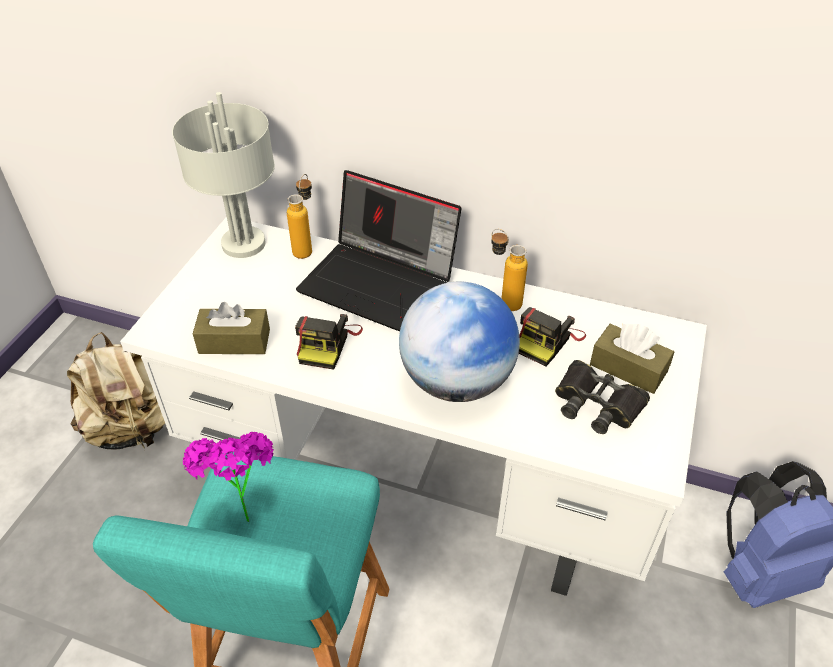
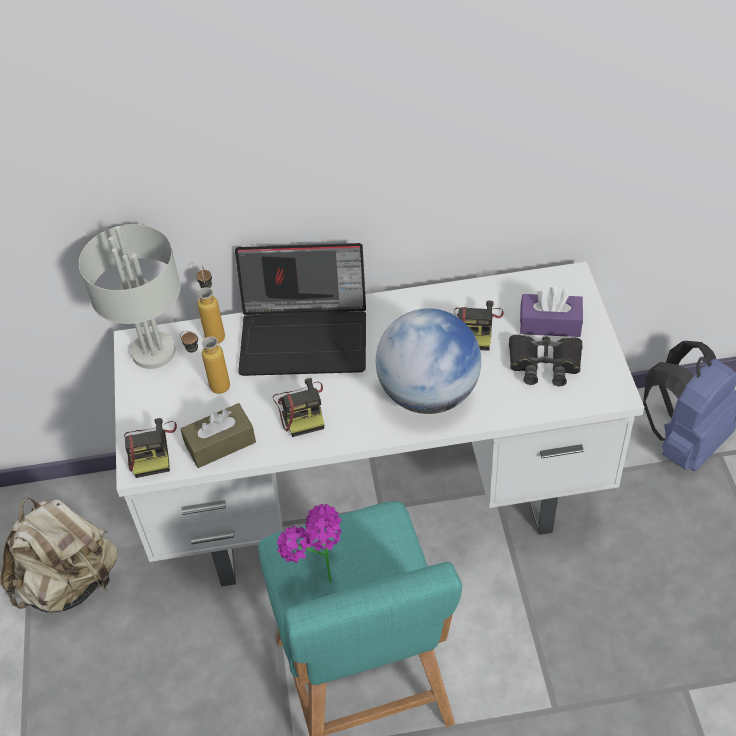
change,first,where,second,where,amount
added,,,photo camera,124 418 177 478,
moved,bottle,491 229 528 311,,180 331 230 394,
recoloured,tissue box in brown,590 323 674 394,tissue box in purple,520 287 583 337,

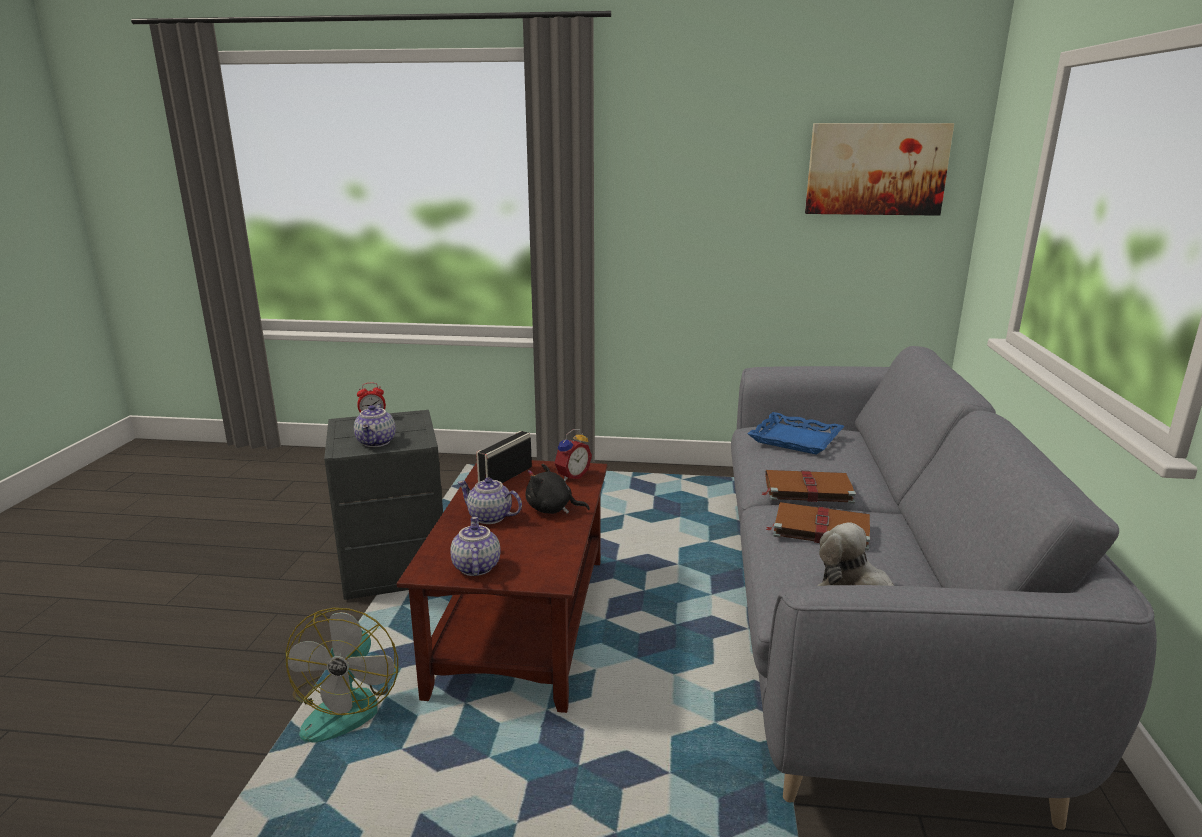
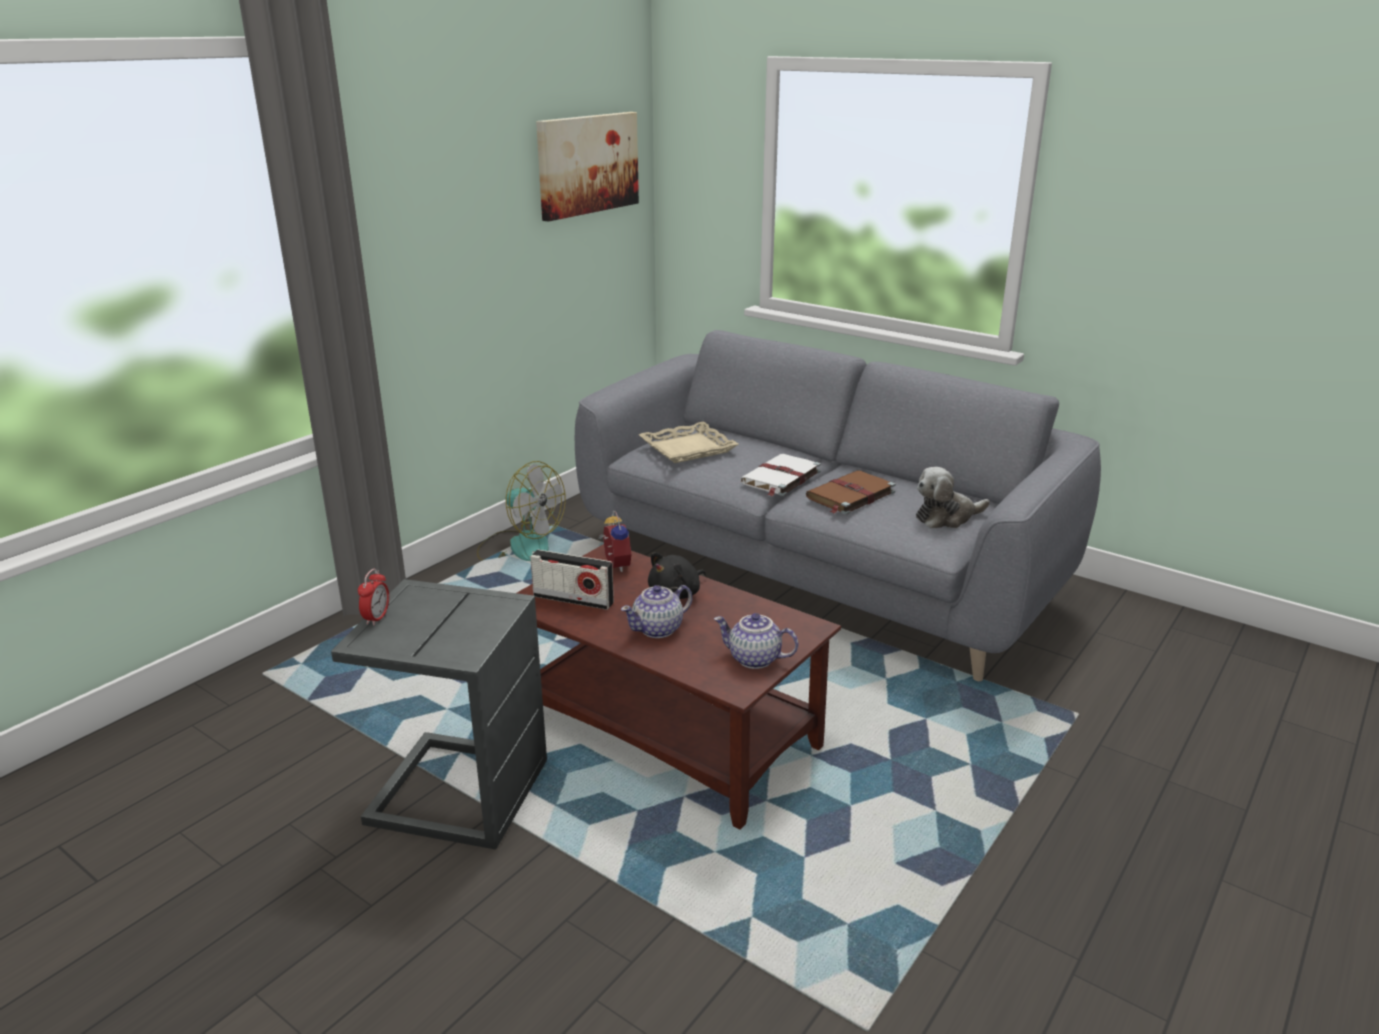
change,first,where,second,where,amount
removed,teapot,354 404 396 447,,,
moved,fan,286 608 398 743,,477 461 566 562,
recoloured,tray in blue,747 412 845 455,tray in beige,639 421 739 463,
recoloured,book in brown,761 470 856 504,book in white,740 454 821 496,
turned,radio,476 431 532 483,,530 549 614 610,45 degrees counterclockwise

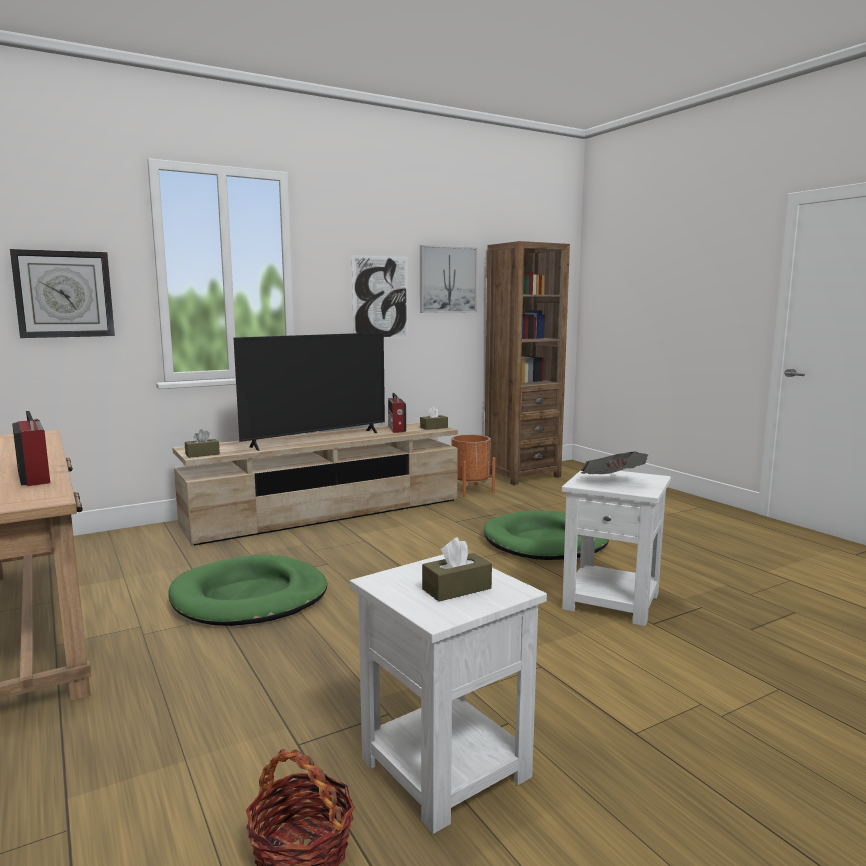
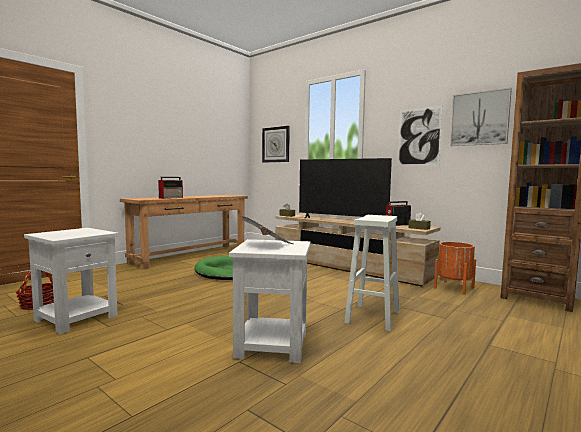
change,first,where,second,where,amount
removed,tissue box in brown,422 537 492 602,,,
replaced,dog bed in green,484 510 609 560,stool in white,344 215 399 332,

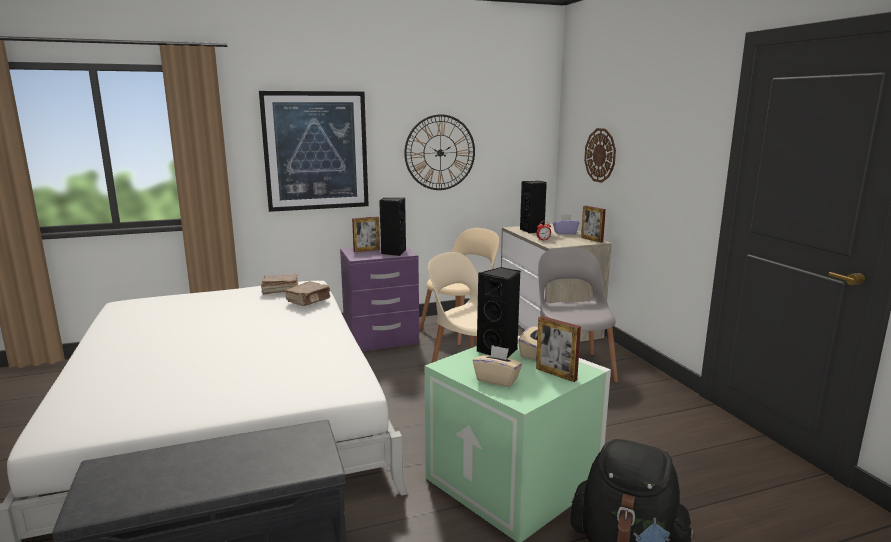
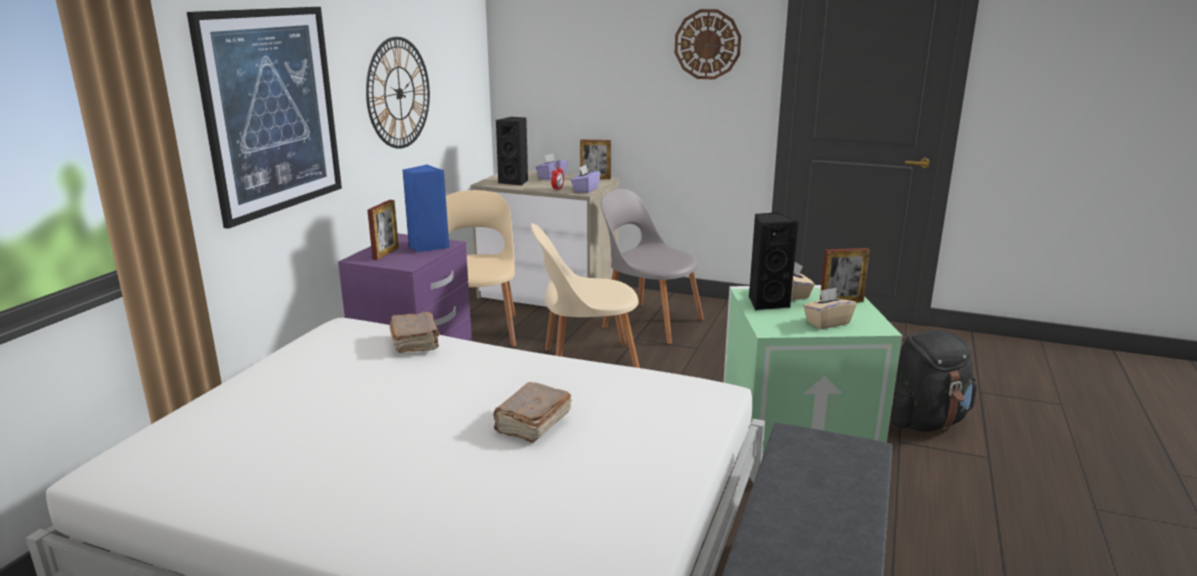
change,first,where,second,where,amount
added,,,tissue box in purple,571 165 601 193,
moved,book in brown,261 274 298 295,,493 382 572 443,
moved,wall clock,584 128 616 183,,675 9 741 80,
recoloured,speaker in black,379 198 406 256,speaker in blue,402 164 449 253,

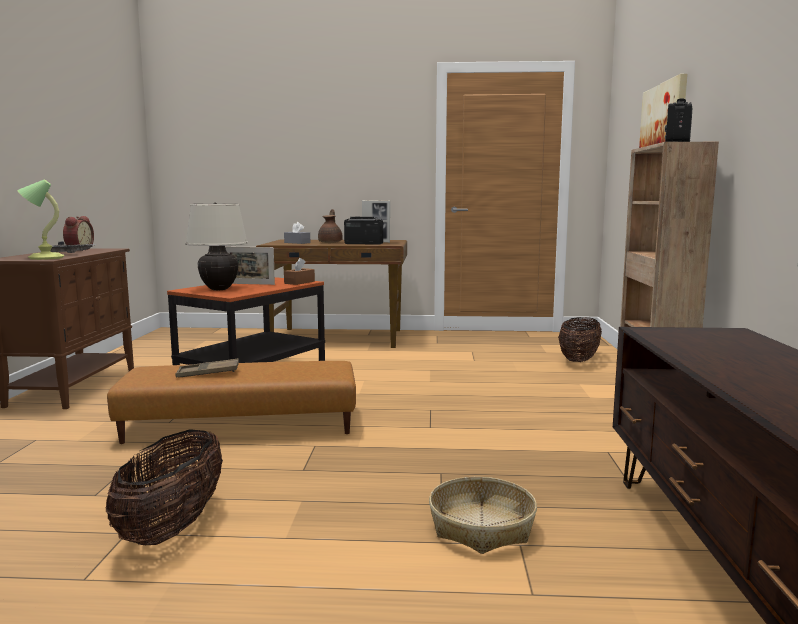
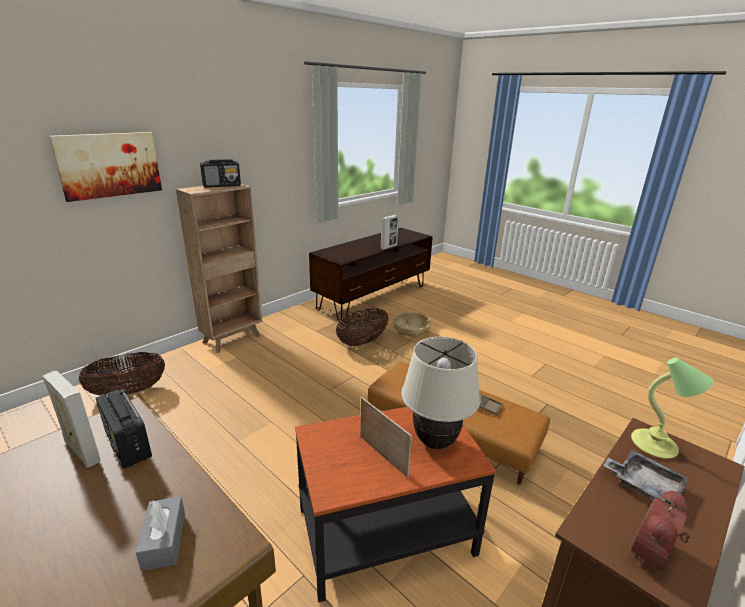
change,first,where,second,where,amount
removed,tissue box in brown,284 258 315 285,,,
removed,teapot in brown,318 209 343 243,,,
added,,,picture frame,380 215 399 250,
moved,basket,106 429 223 545,,336 308 389 346,

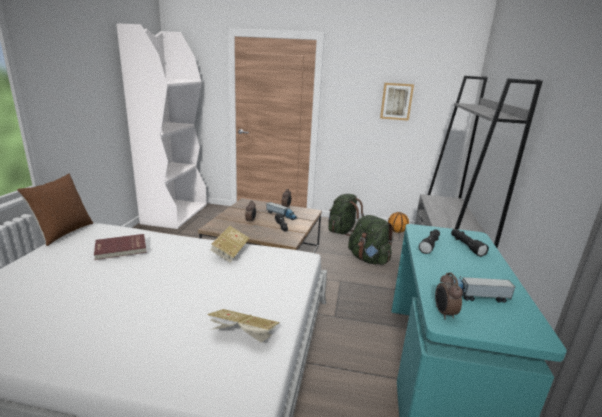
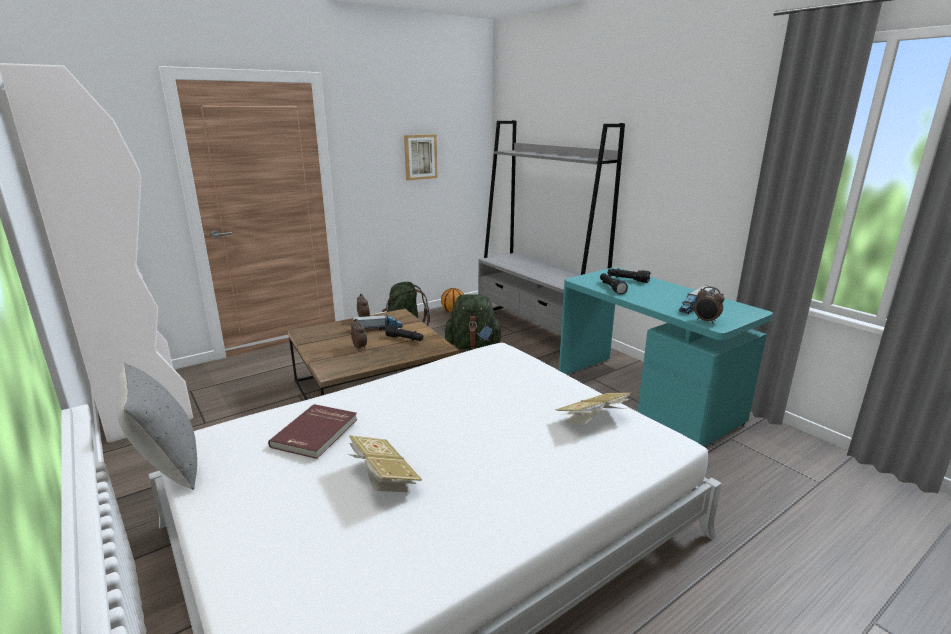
change,first,where,second,where,amount
moved,book,210 226 250 263,,347 435 422 492,
recoloured,pillow in brown,17 173 93 246,pillow in grey,117 362 197 490,

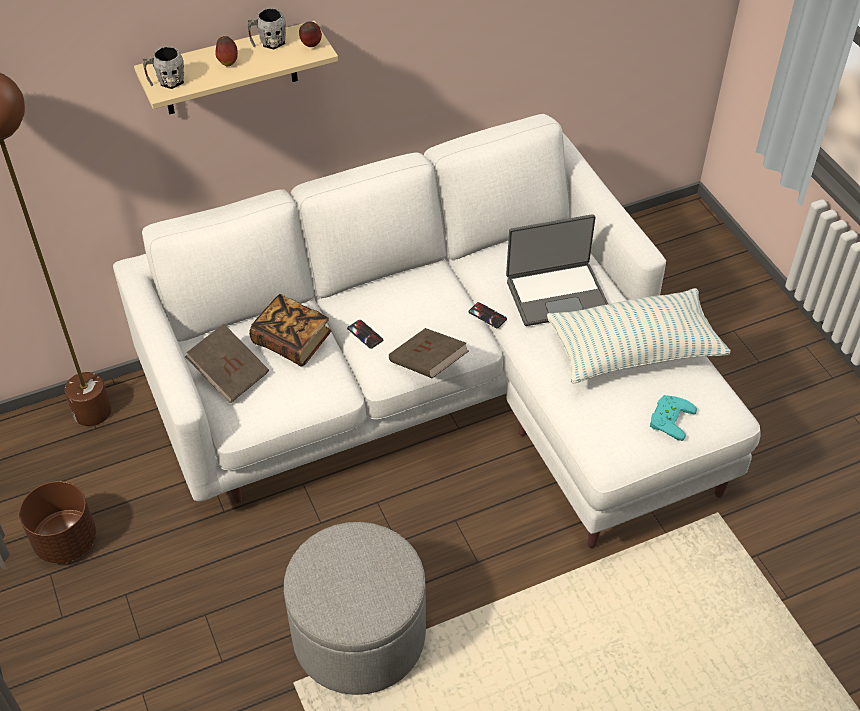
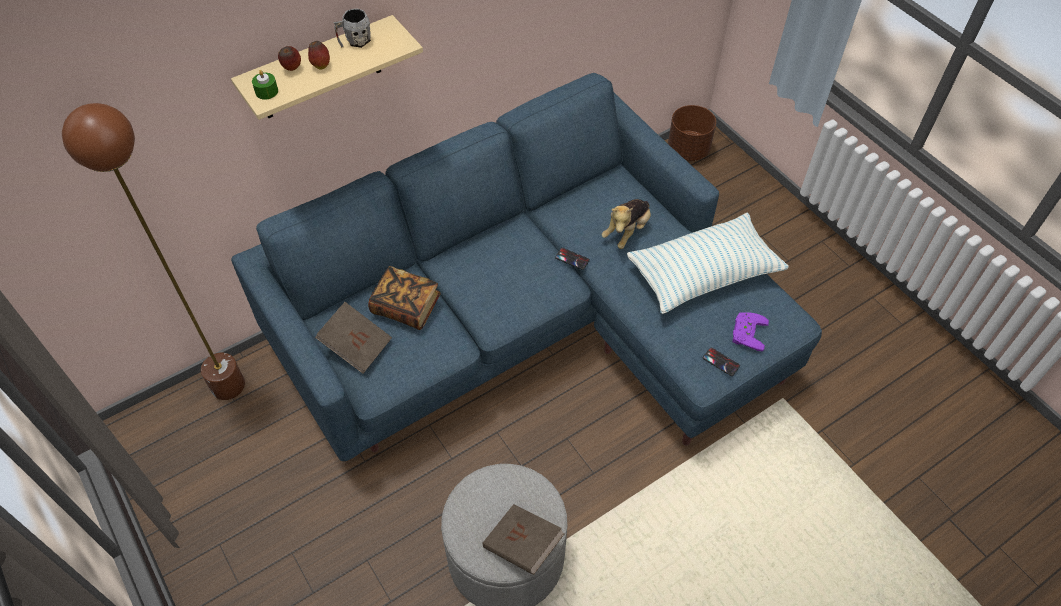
change,first,where,second,where,amount
moved,planter in brown,19 481 96 563,,668 105 716 161,
moved,apple,299 21 322 47,,278 46 301 71,
moved,phone,347 320 383 349,,703 348 740 376,
moved,book in brown,389 328 469 378,,483 504 565 575,
replaced,mug in grey,142 46 184 89,candle in green,252 70 278 100,
replaced,laptop,506 214 608 326,plush toy,601 199 651 249,
recoloured,sofa in white,113 114 761 548,sofa in blue,231 73 822 461,
recoloured,game controller in turquoise,650 395 697 441,game controller in purple,732 312 769 351,

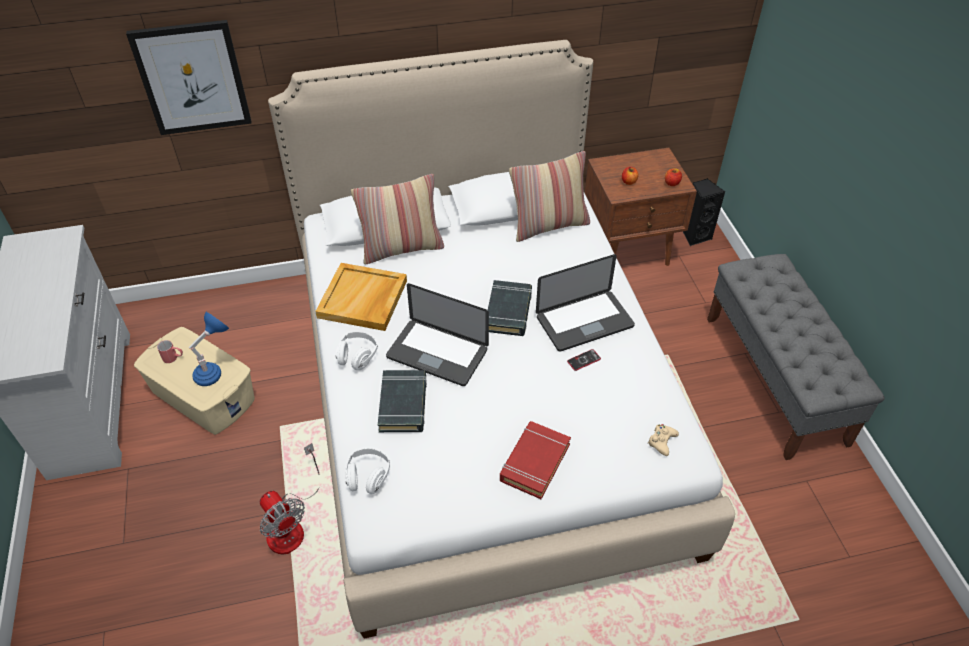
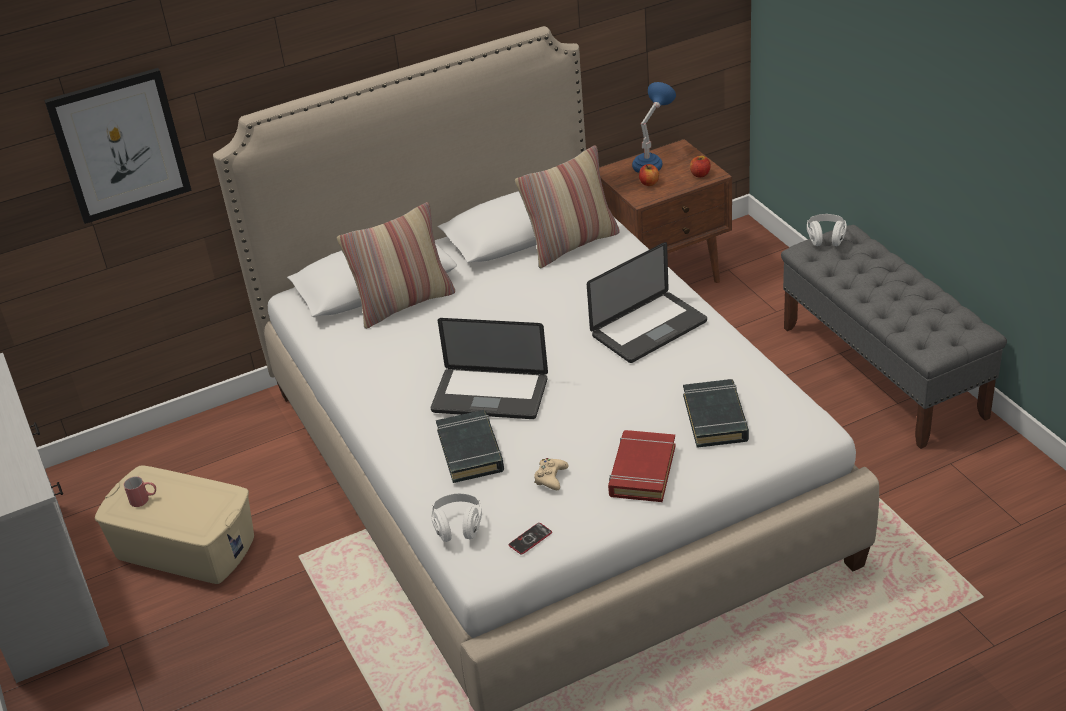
change,first,where,second,where,amount
removed,fan,260 443 320 554,,,
removed,tray in beige,315 263 407 331,,,
removed,speaker in black,682 178 725 246,,,
moved,table lamp in blue,189 312 229 386,,632 82 676 173,
moved,headphones in white,335 332 378 370,,807 214 847 246,
moved,book in black,488 280 532 336,,683 379 749 448,
moved,phone,567 349 601 371,,509 523 552 555,
moved,game controller in beige,648 424 679 456,,534 458 569 490,

